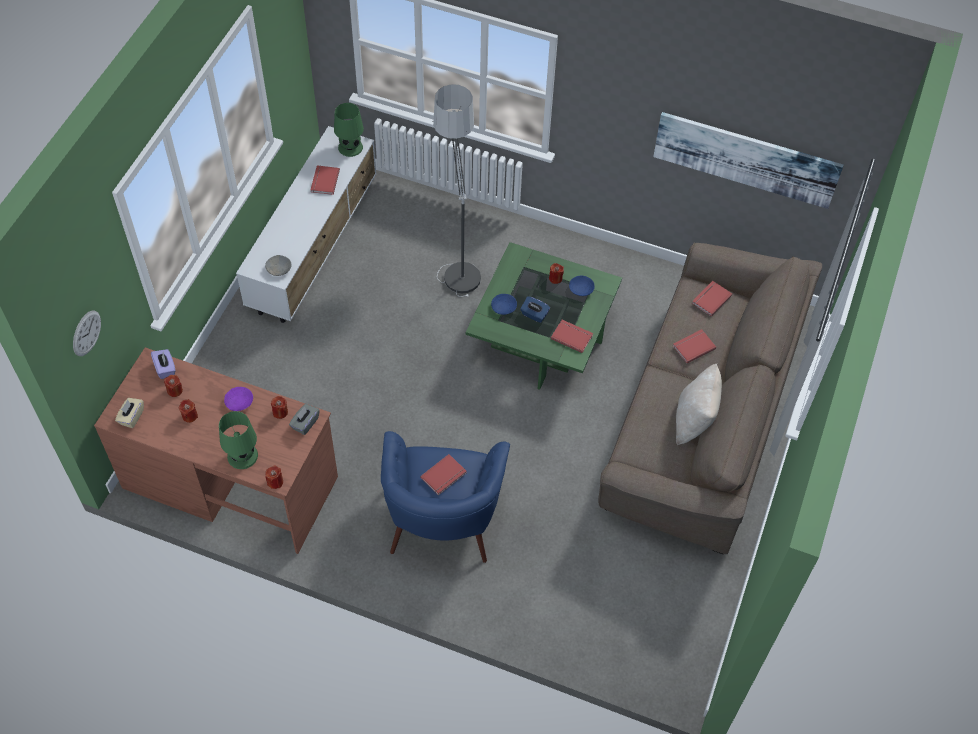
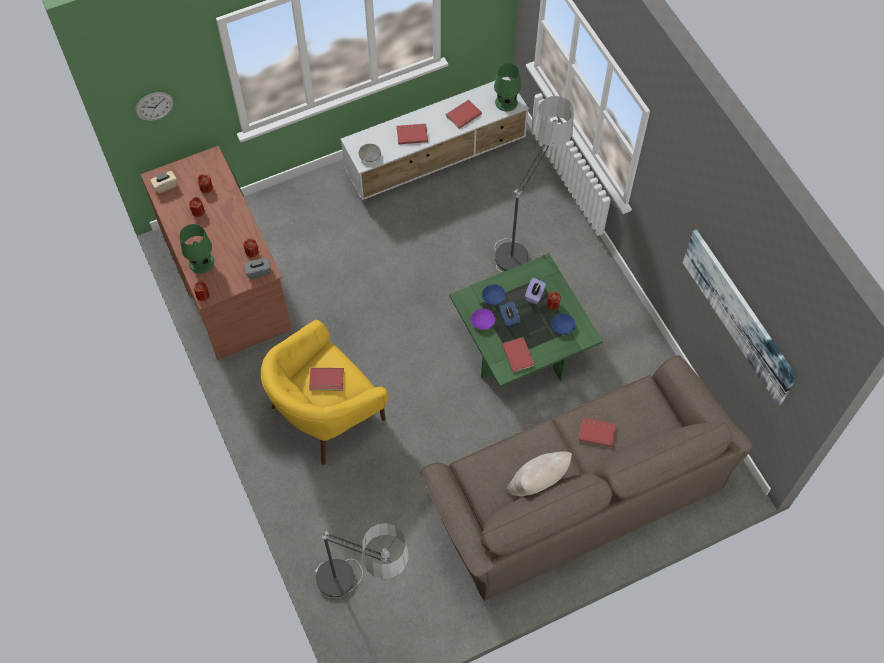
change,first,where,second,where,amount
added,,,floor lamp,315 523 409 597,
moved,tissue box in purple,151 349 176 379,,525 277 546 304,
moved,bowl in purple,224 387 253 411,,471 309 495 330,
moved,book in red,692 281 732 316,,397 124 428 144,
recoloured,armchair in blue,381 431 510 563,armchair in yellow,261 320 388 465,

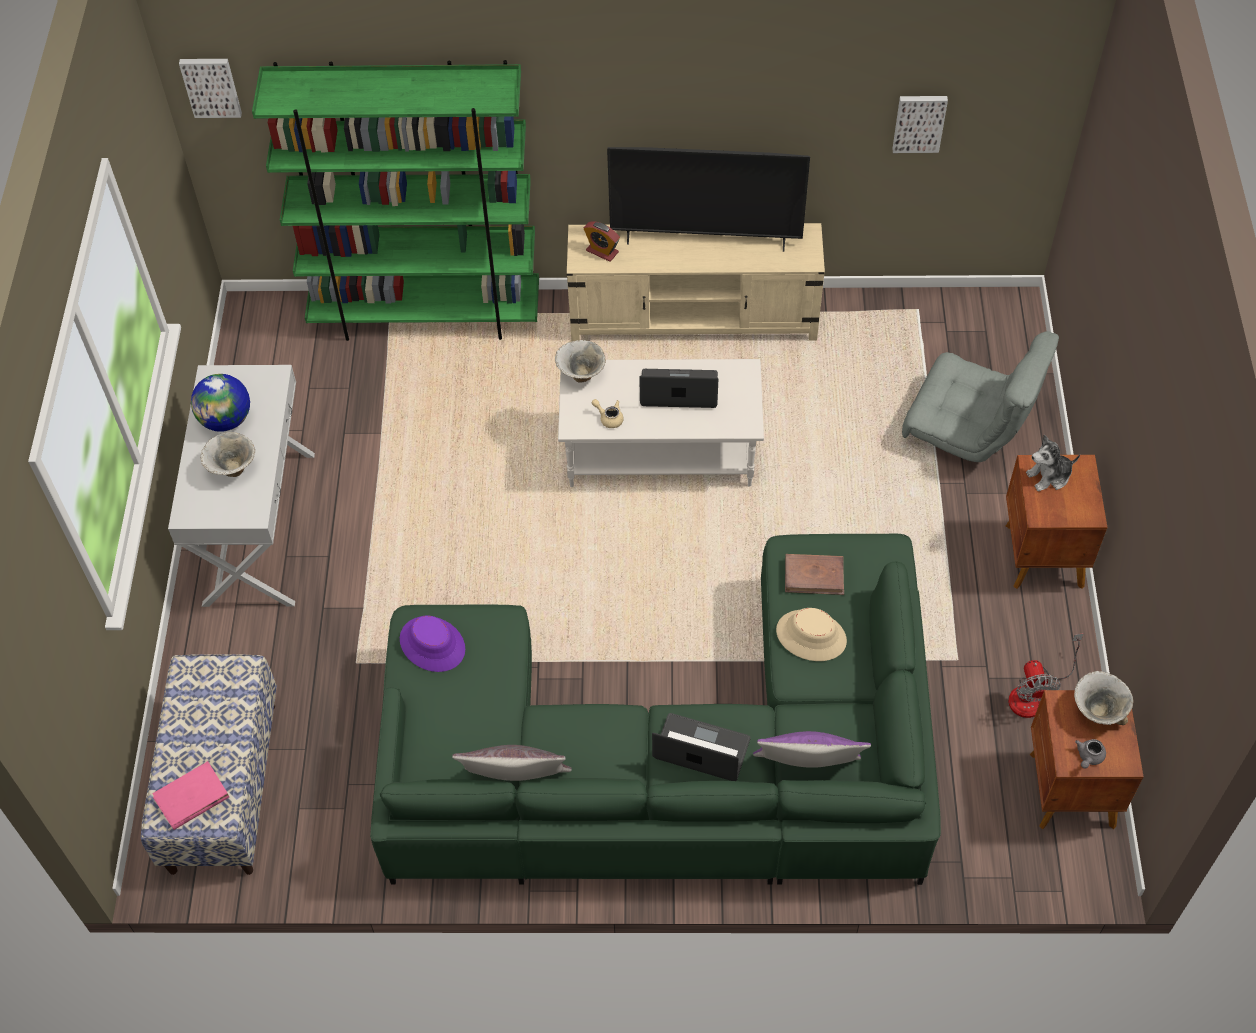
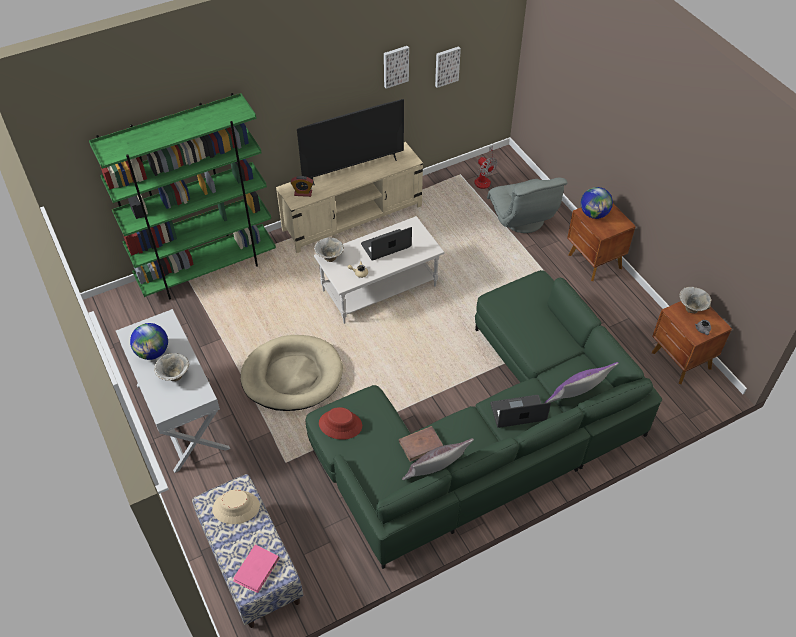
change,first,where,second,where,amount
added,,,dog bed in beige,241 335 343 411,
moved,picture,179 59 242 118,,384 46 409 89,
moved,hat in beige,776 608 847 661,,212 490 260 524,
moved,book in brown,785 554 844 595,,399 426 443 462,
moved,fan,1008 633 1084 718,,474 146 497 189,
replaced,plush toy,1026 435 1080 492,globe,581 187 613 219,
recoloured,hat in purple,400 615 465 672,hat in red,319 407 362 440,
turned,armchair in grey,902 331 1059 462,,487 178 567 233,75 degrees clockwise

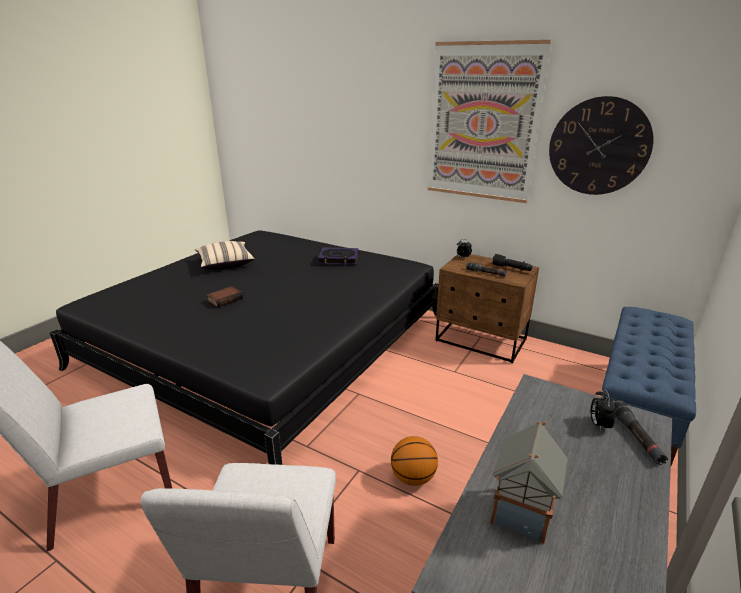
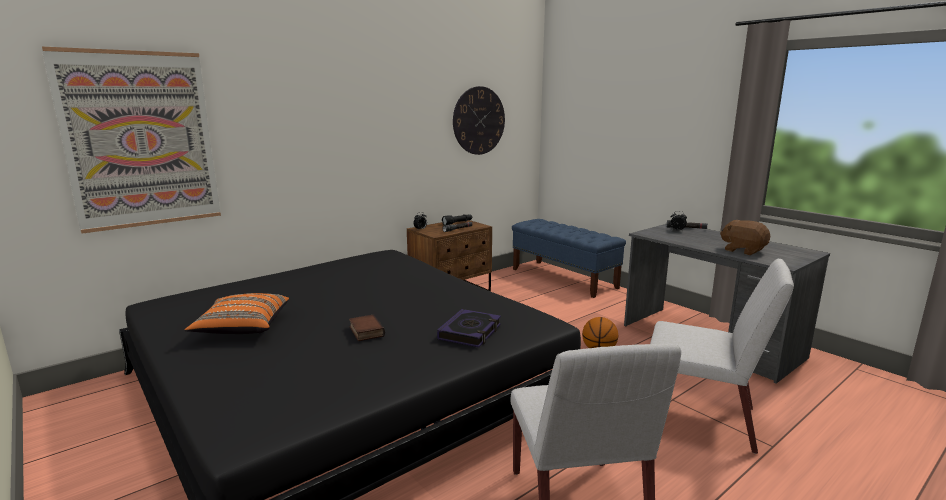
change,first,where,second,where,amount
moved,book,318 247 358 266,,437 309 501 347,
moved,picture,428 40 551 203,,42 47 221 234,
replaced,toy house,490 421 567 544,plush toy in brown,720 220 770 255,
recoloured,pillow in beige,195 241 255 270,pillow in orange,184 293 289 334,

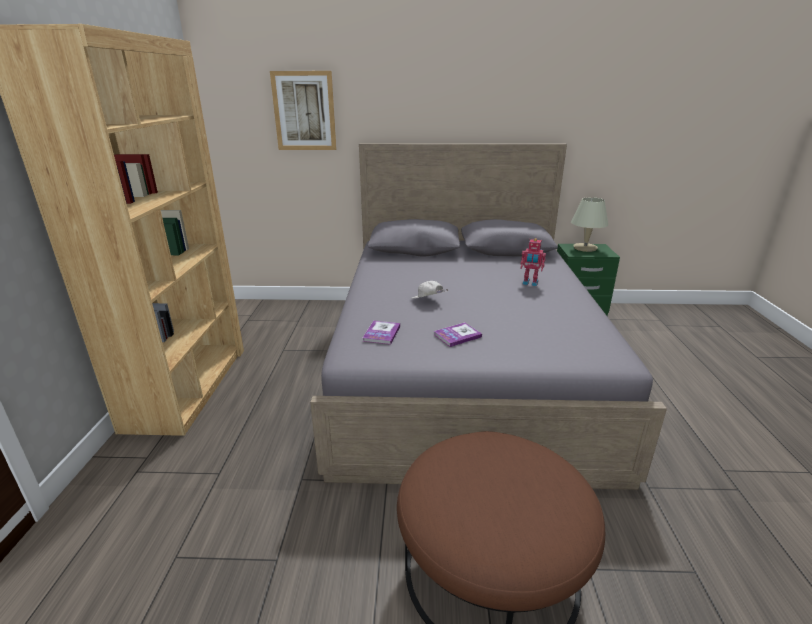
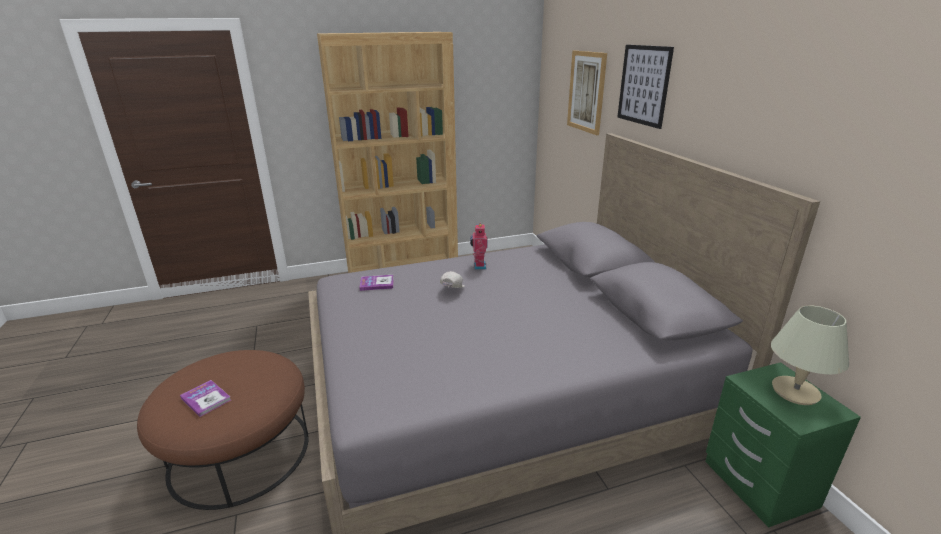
change,first,where,second,where,amount
added,,,picture,617 45 674 129,
moved,book,434 322 482 347,,180 380 231 417,
moved,toy robot,521 238 546 286,,470 224 488 270,

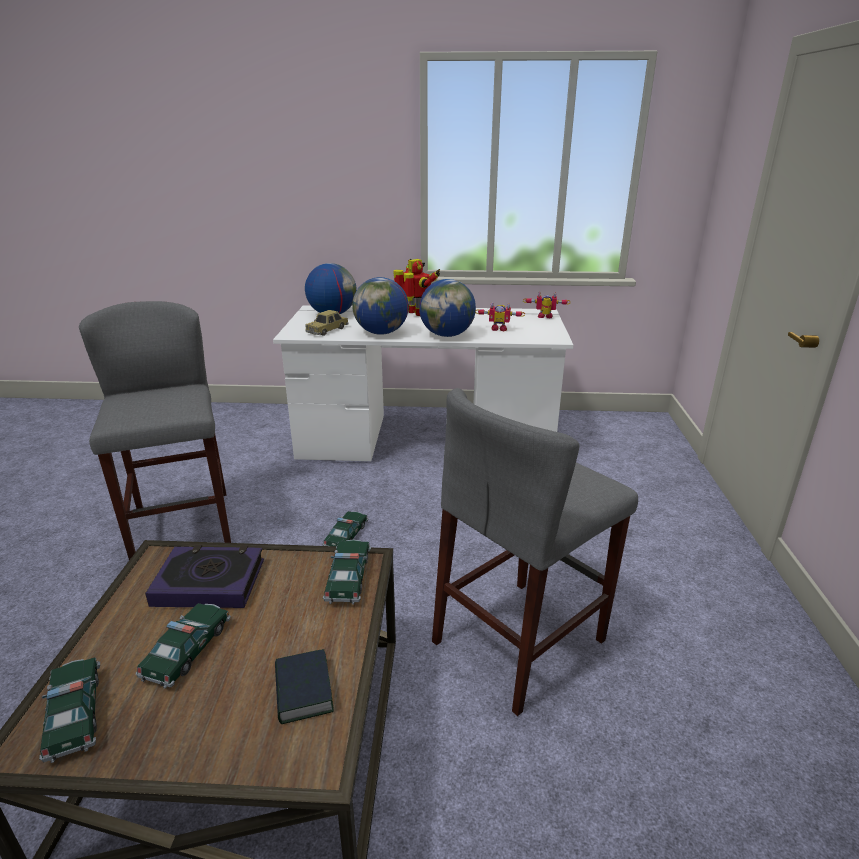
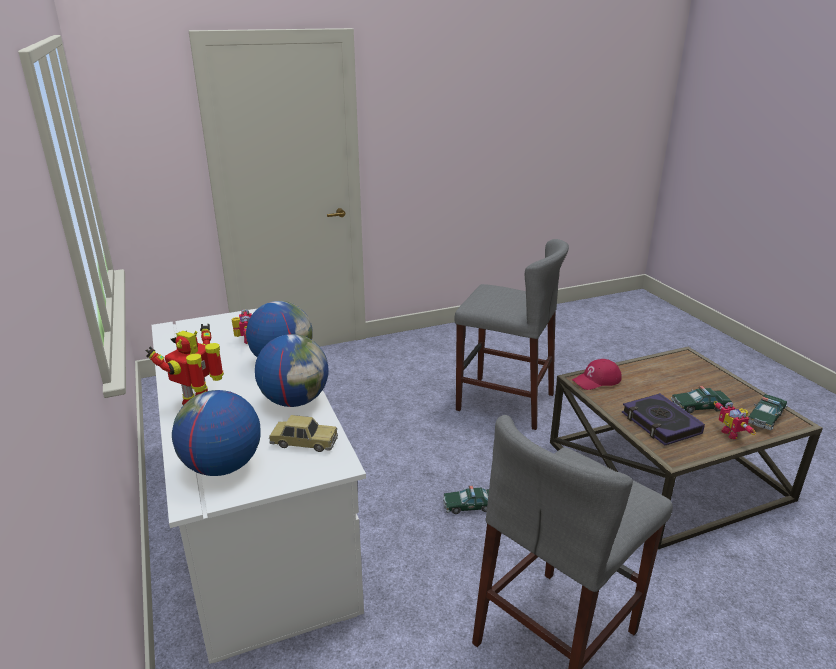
change,first,where,second,where,amount
removed,book,275 649 334 724,,,
moved,toy robot,523 292 571 318,,714 401 756 439,
replaced,toy car,323 539 371 604,cap in red,572 359 622 390,

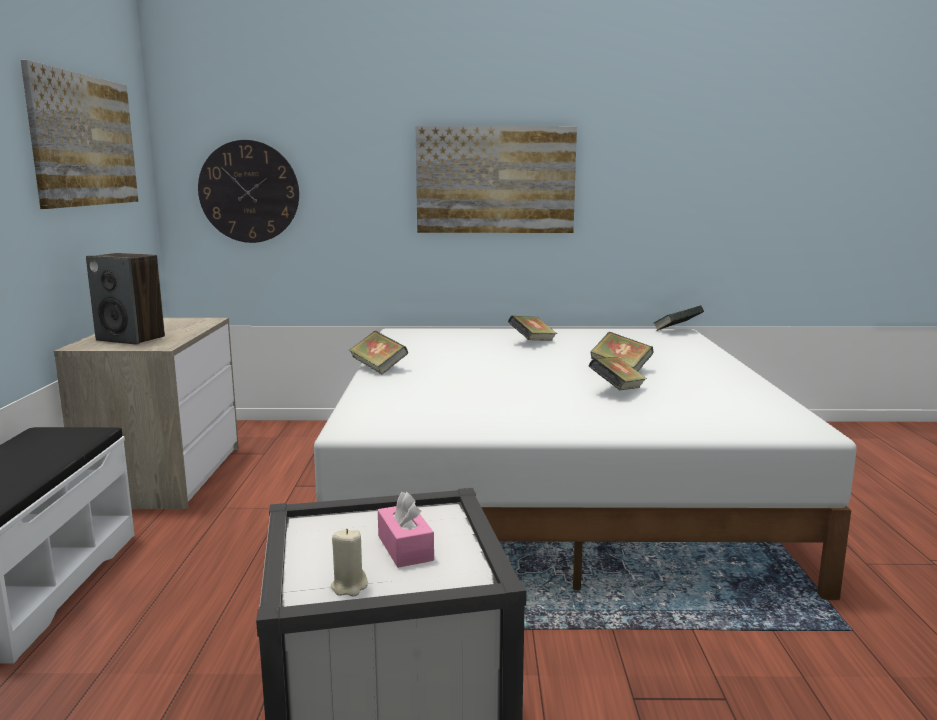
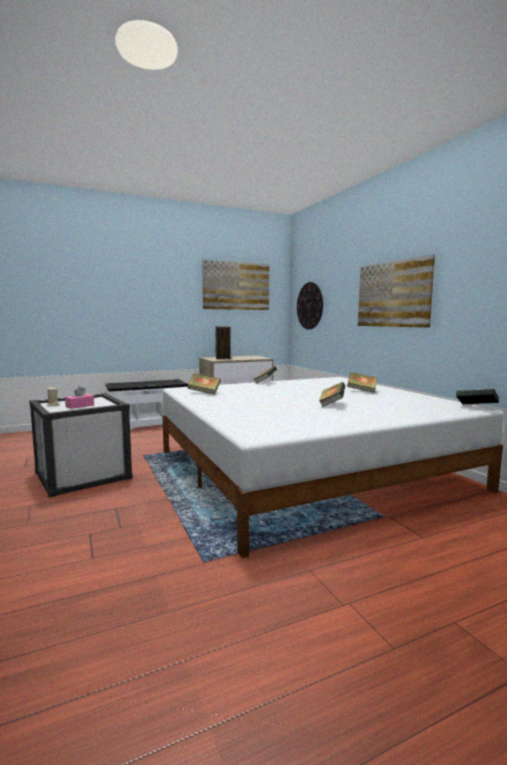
change,first,where,second,where,amount
moved,book,589 357 647 390,,188 373 221 395,

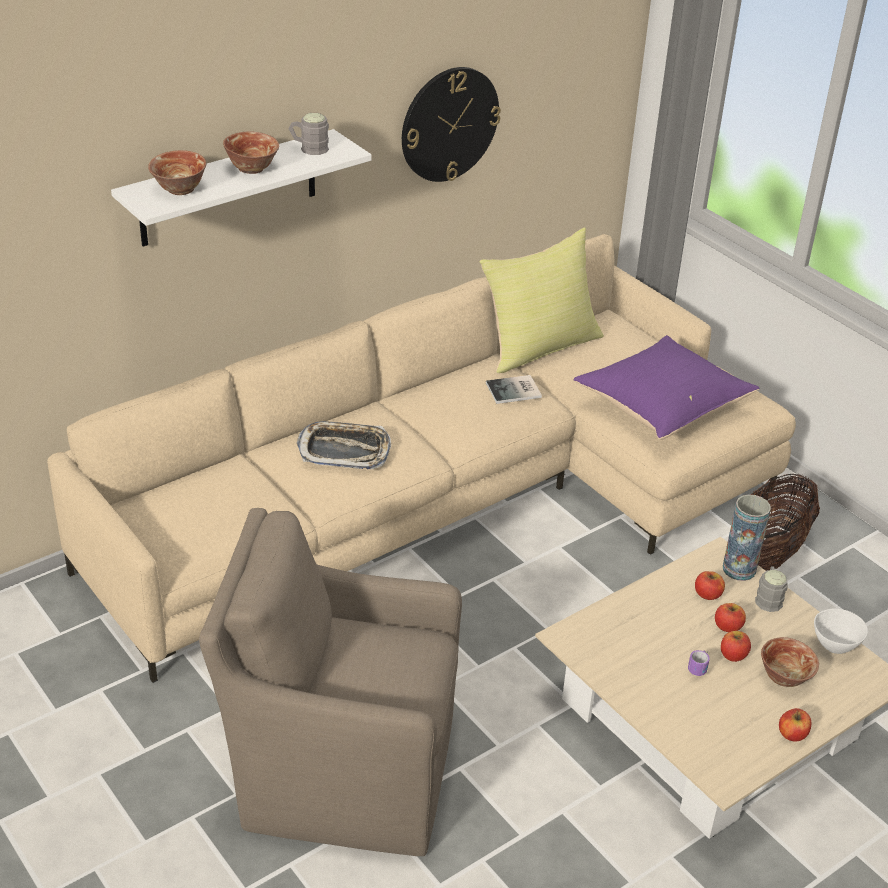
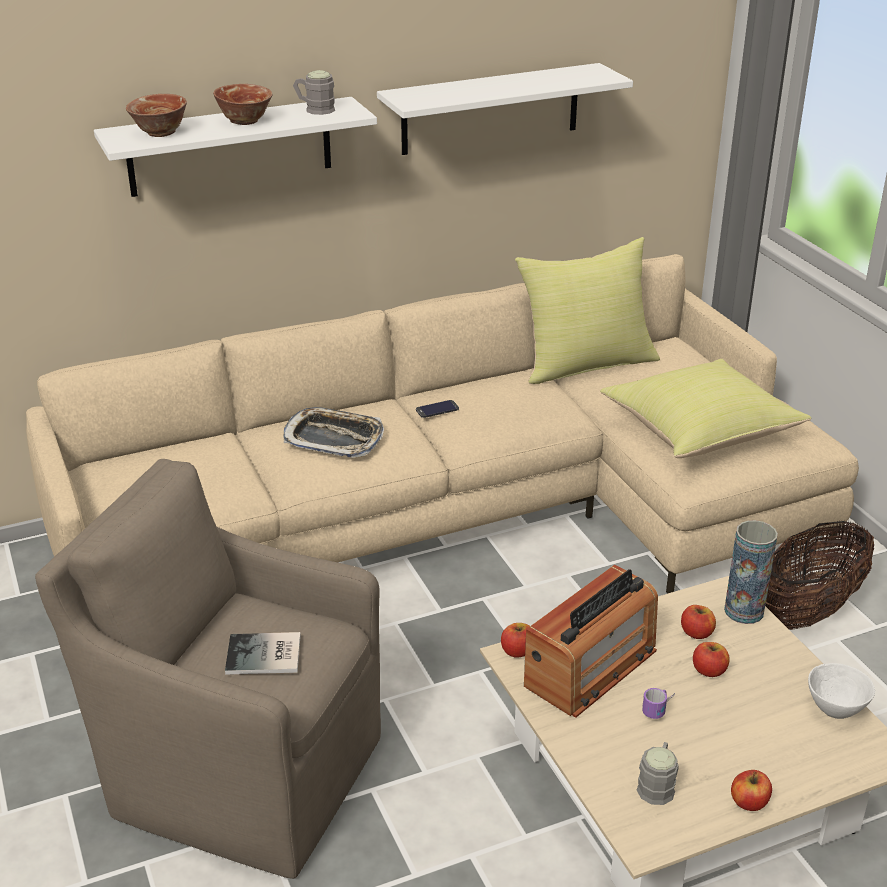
change,first,where,second,where,amount
removed,bowl,761 637 819 687,,,
added,,,phone,416 400 459 418,
added,,,radio,524 565 658 718,
moved,book,486 375 542 404,,225 632 301 675,
moved,apple,721 631 751 662,,501 623 530 658,
moved,mug in grey,755 566 788 612,,637 742 679 805,
replaced,wall clock,402 67 501 182,shelf in white,377 63 633 155,
recoloured,pillow in purple,574 335 760 440,pillow in yellow,600 359 812 458,

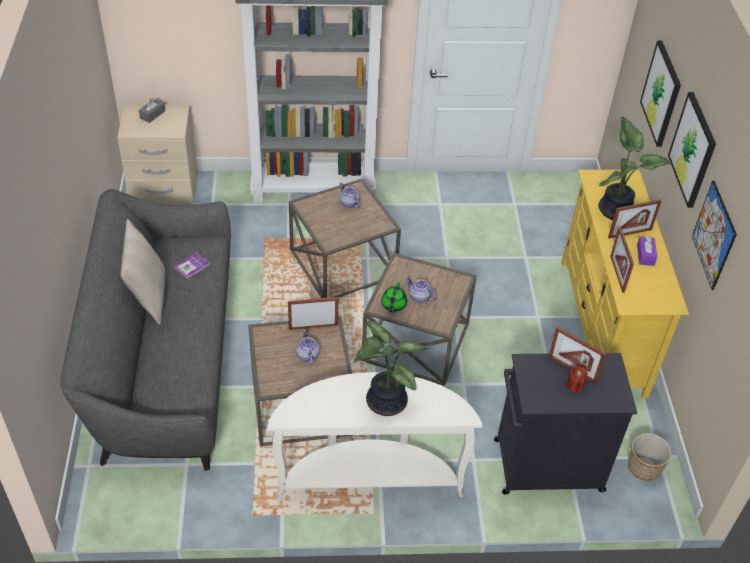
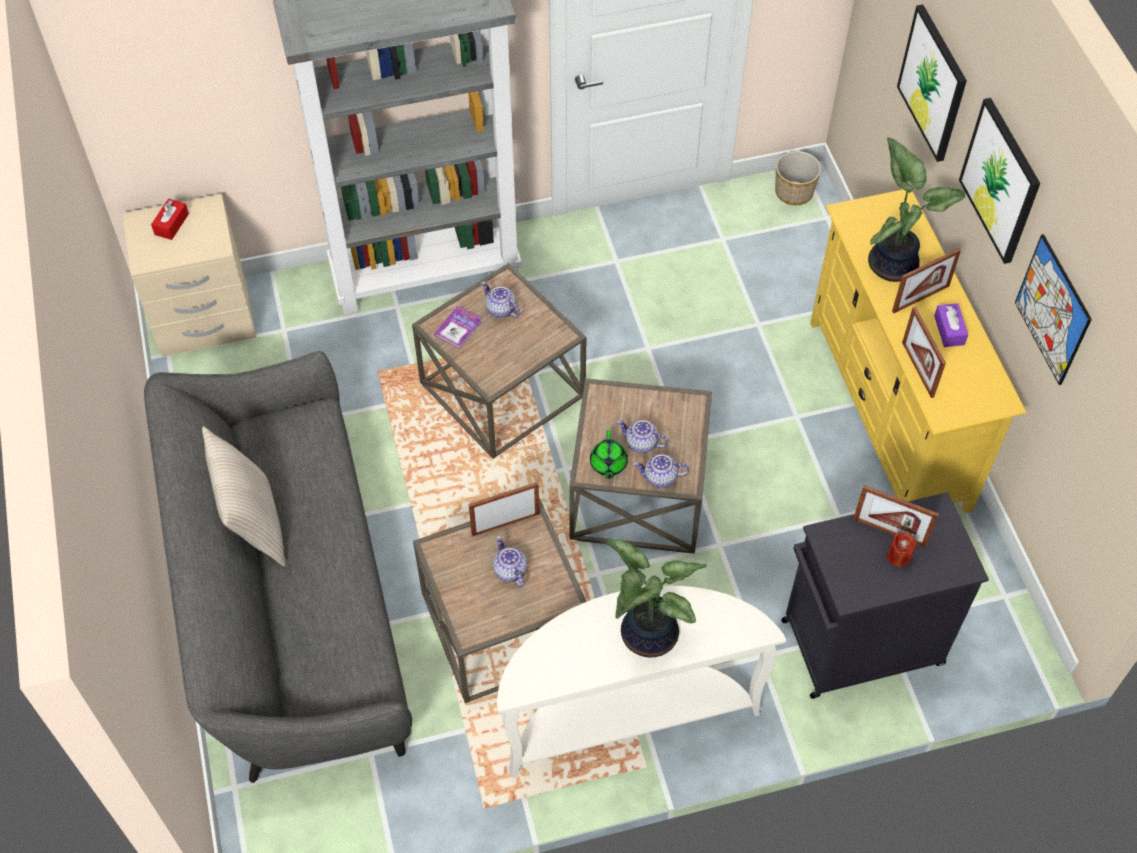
change,first,where,second,where,amount
added,,,teapot,634 454 689 488,
moved,book,174 252 210 279,,434 306 483 349,
moved,planter,628 433 672 481,,775 151 821 205,
recoloured,tissue box in grey,139 97 165 123,tissue box in red,151 199 189 240,

